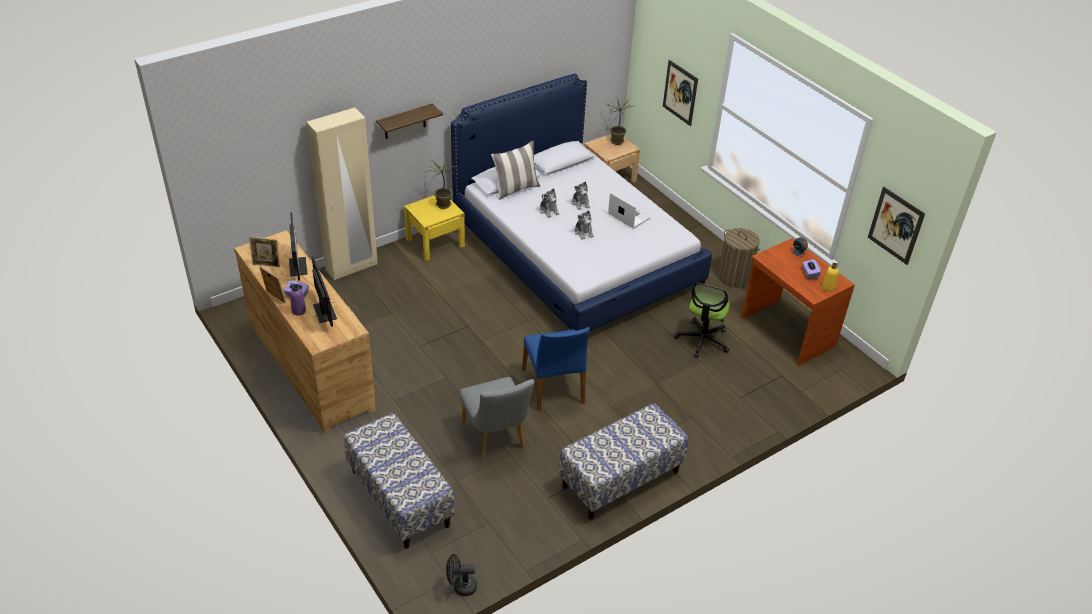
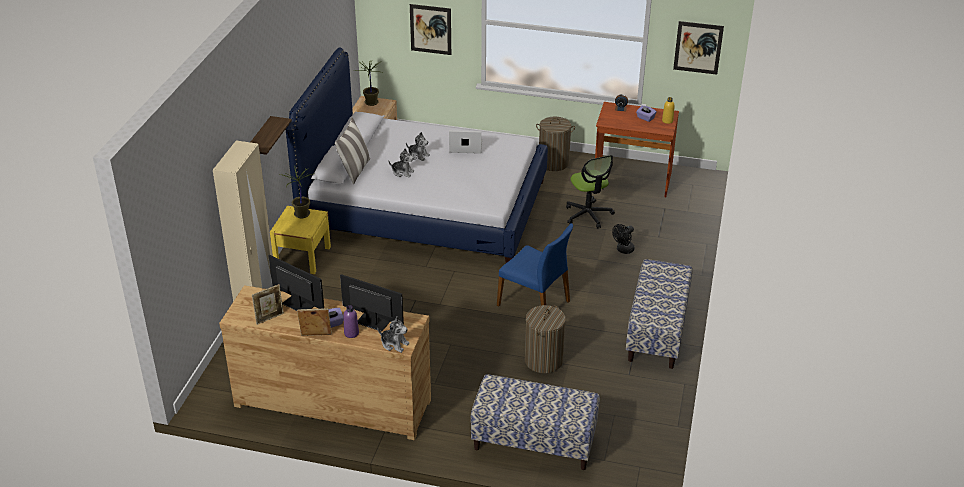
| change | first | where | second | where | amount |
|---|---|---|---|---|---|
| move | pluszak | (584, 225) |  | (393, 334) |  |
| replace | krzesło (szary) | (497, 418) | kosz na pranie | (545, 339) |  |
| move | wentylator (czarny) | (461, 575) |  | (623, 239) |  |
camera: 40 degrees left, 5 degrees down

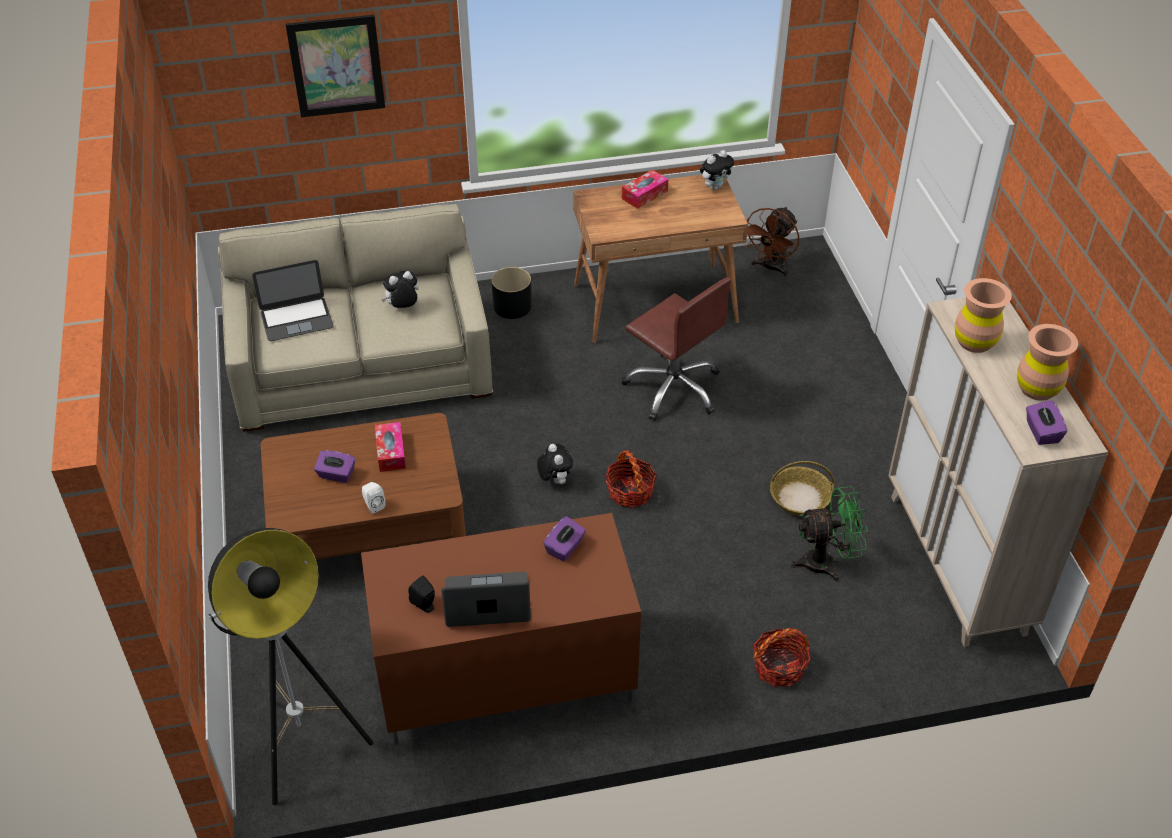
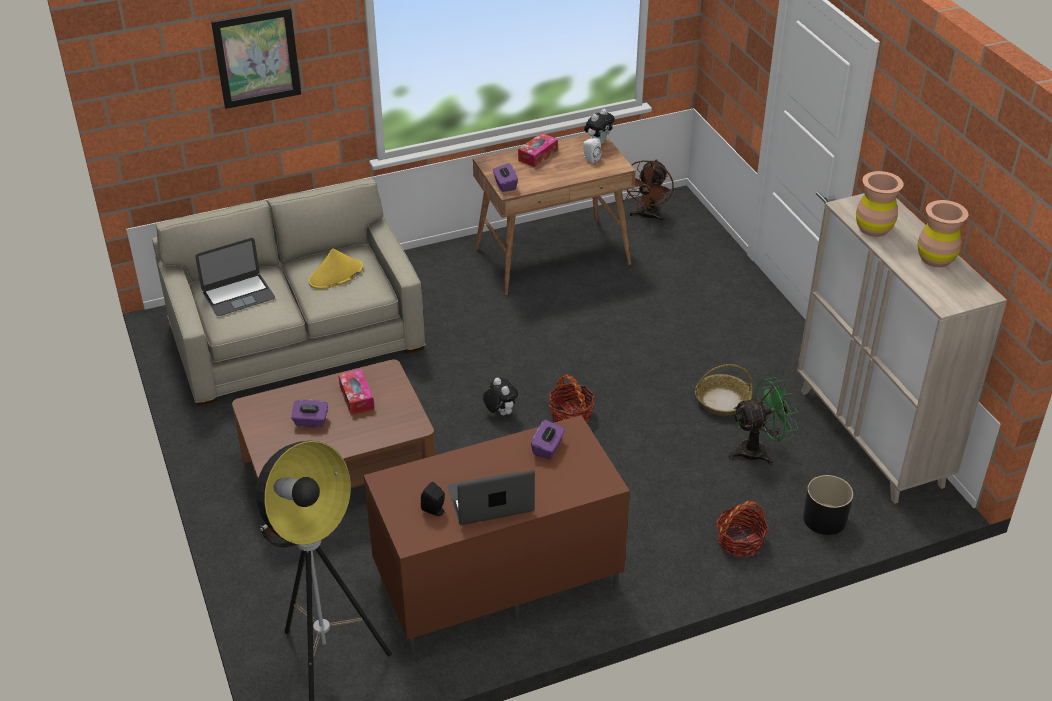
| change | first | where | second | where | amount |
|---|---|---|---|---|---|
| replace | pluszak | (400, 289) | kapelusz (żółty) | (335, 269) |  |
| move | pudełko chusteczek (fioletowy) | (1046, 422) |  | (505, 177) |  |
| move | głośnik (biały) | (374, 498) |  | (592, 150) |  |
| move | donica (czarny) | (511, 293) |  | (828, 505) |  |
| delete | krzesło biurowe (brązowy) | (676, 349) |  |  |  |
camera: 10 degrees left, 5 degrees down

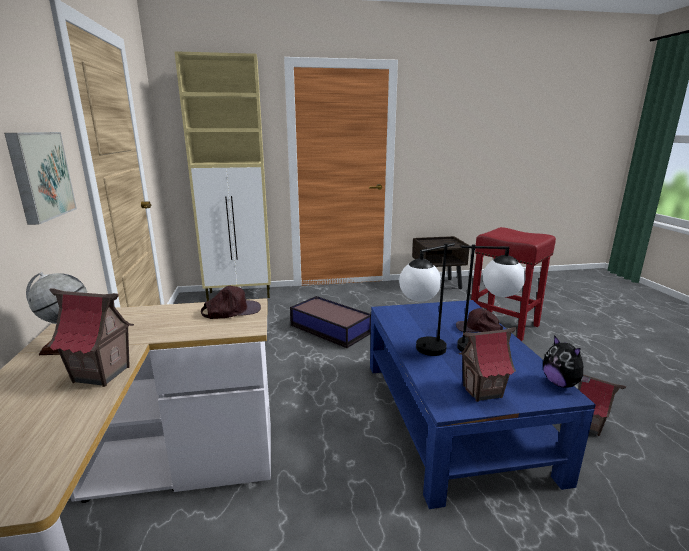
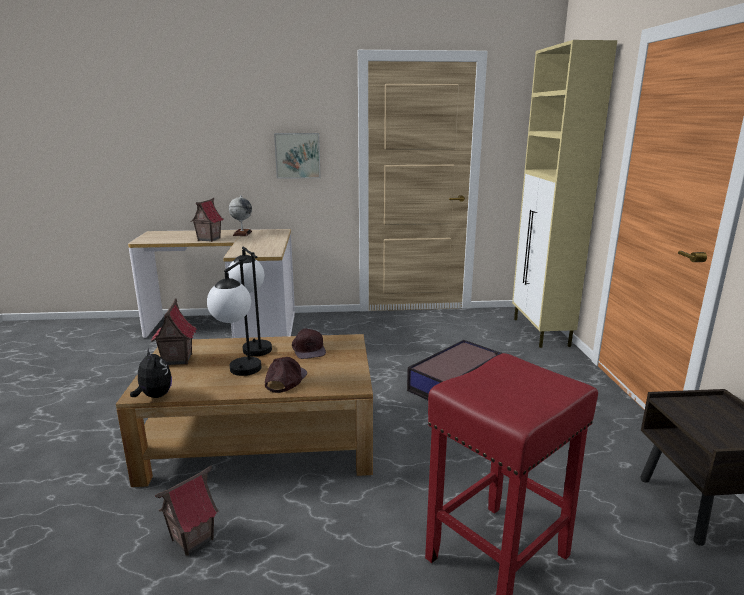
| change | first | where | second | where | amount |
|---|---|---|---|---|---|
| recolor | ława (niebieski) | (483, 404) | ława (brązowy) | (244, 410) |  |
| rotate | pluszak | (567, 361) |  | (151, 372) | 75 degrees clockwise |
| move | czapka z daszkiem (brązowy) | (231, 302) |  | (309, 343) |  |
camera: 95 degrees right, 0 degrees up

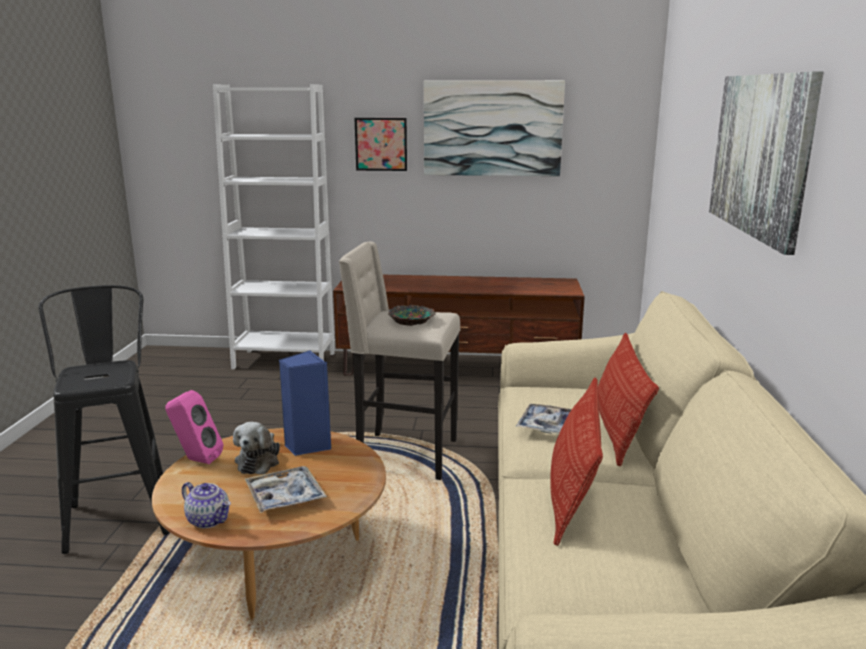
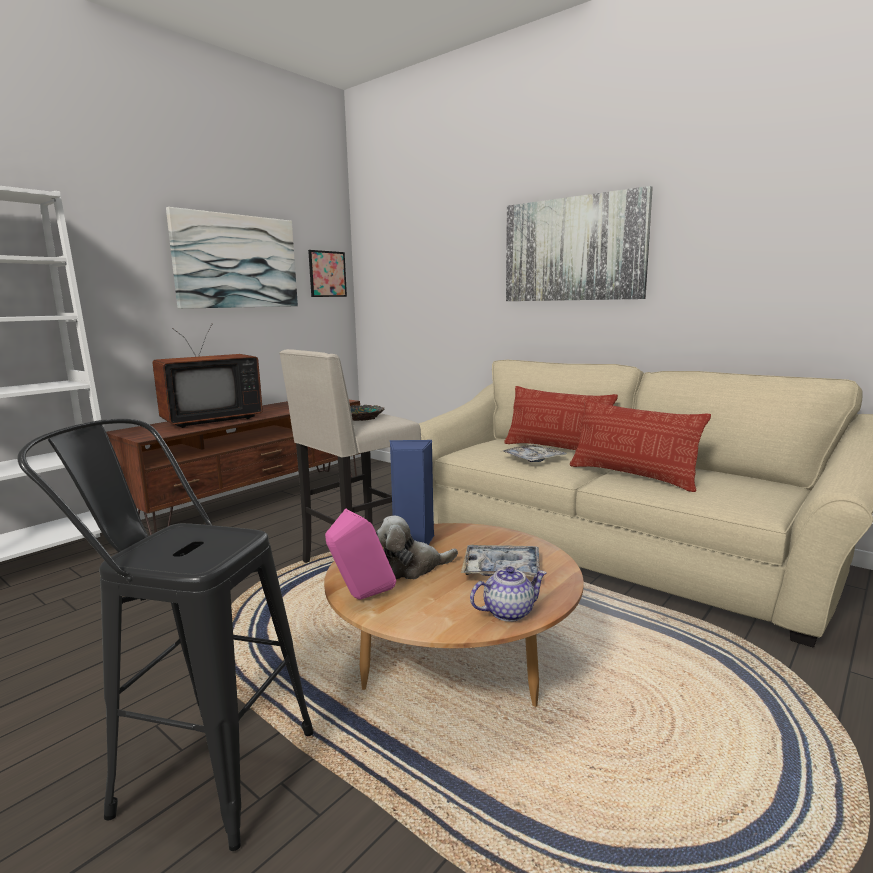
| change | first | where | second | where | amount |
|---|---|---|---|---|---|
| insert |  |  | telewizor | (208, 376) |  |
| move | obraz | (381, 144) |  | (327, 273) |  |
| rotate | pluszak | (256, 448) |  | (417, 547) | 120 degrees clockwise |
camera: 55 degrees left, 5 degrees down

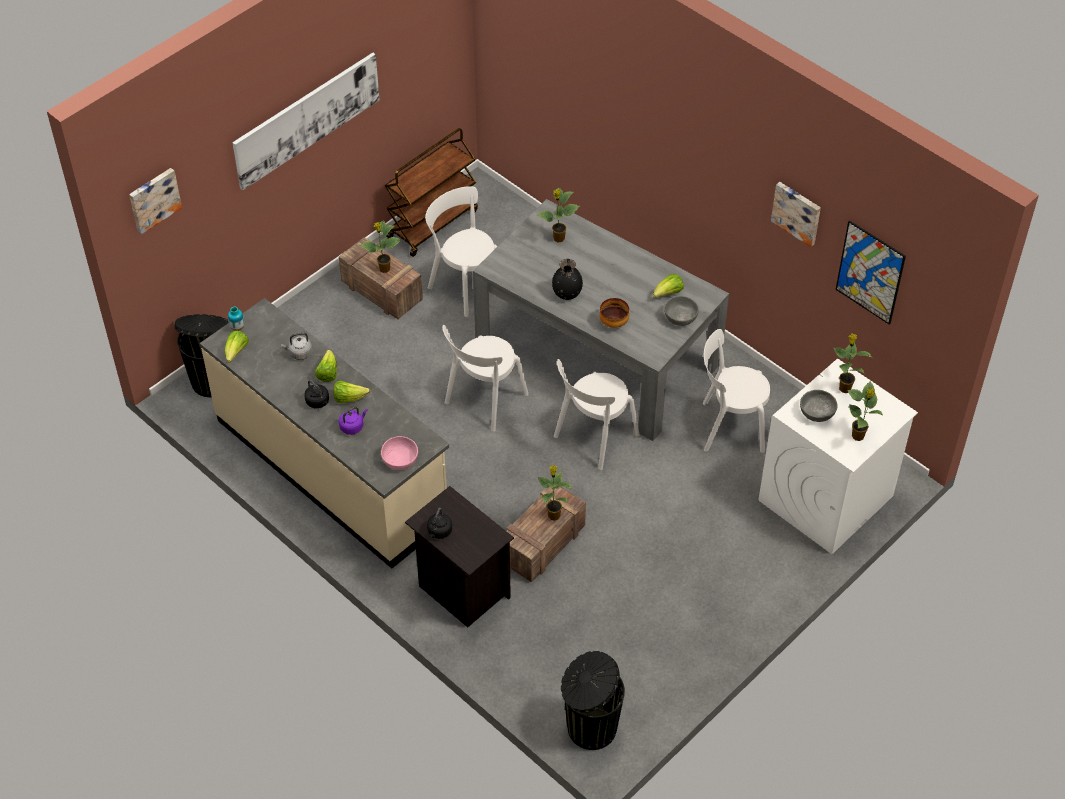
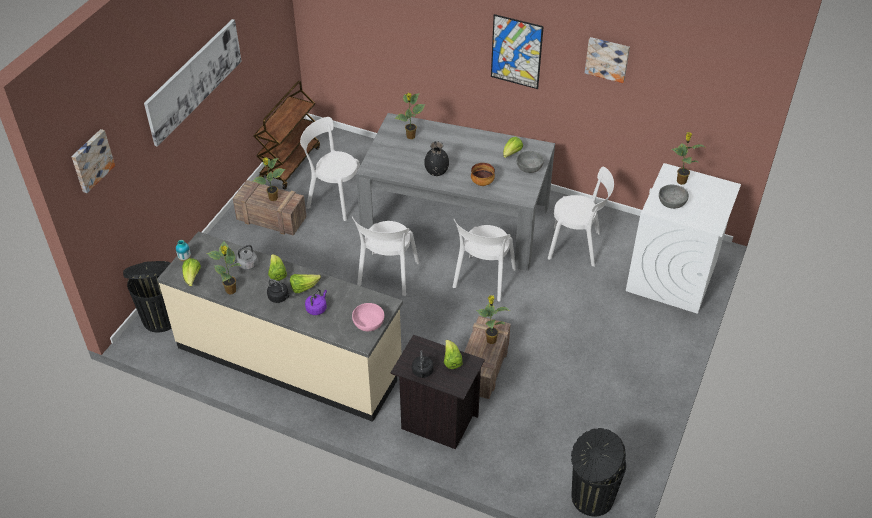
| change | first | where | second | where | amount |
|---|---|---|---|---|---|
| move | roślina doniczkowa | (865, 411) |  | (224, 267) |  |
| insert |  |  | sałata | (453, 354) |  |
| move | obraz | (870, 272) |  | (517, 51) |  |
| rotate | krzesło (biały) | (736, 391) |  | (581, 217) | 150 degrees counterclockwise |
camera: 20 degrees left, 5 degrees down

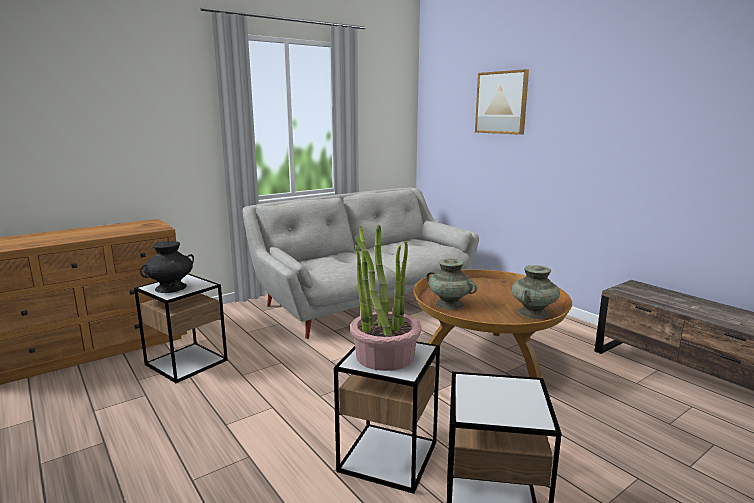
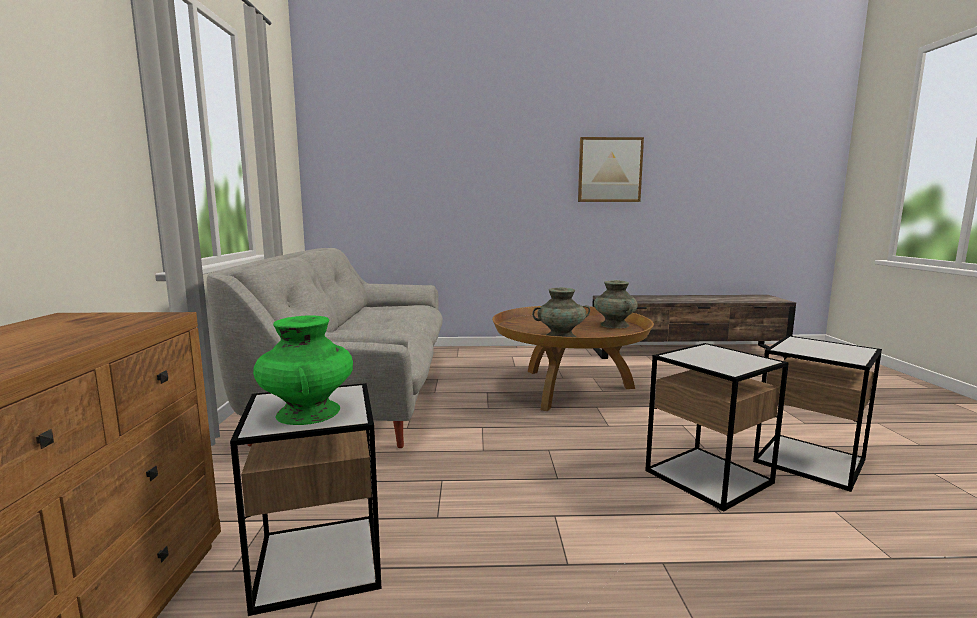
| change | first | where | second | where | amount |
|---|---|---|---|---|---|
| recolor | wazon (czarny) | (167, 267) | wazon (zielony) | (303, 370) |  |
| move | obraz | (502, 102) |  | (611, 169) |  |
| delete | roślina doniczkowa | (385, 298) |  |  |  |
camera: 55 degrees left, 5 degrees down

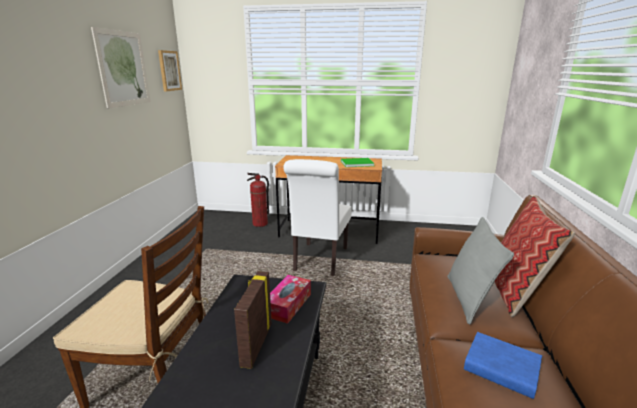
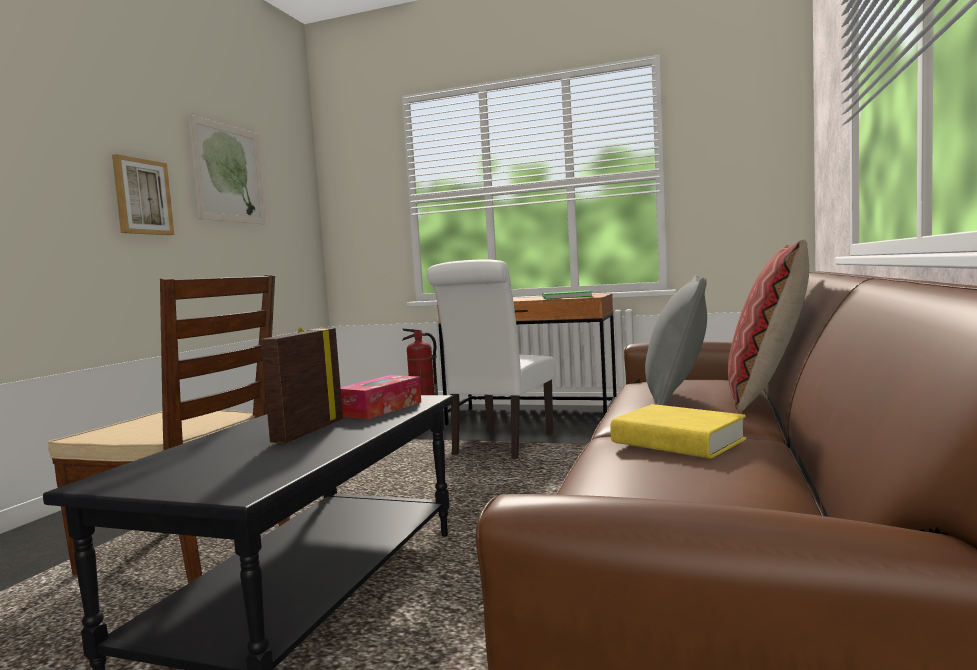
| change | first | where | second | where | amount |
|---|---|---|---|---|---|
| move | obraz | (170, 70) |  | (143, 194) |  |
| recolor | książka (niebieski) | (503, 365) | książka (żółty) | (678, 431) |  |
camera: 10 degrees right, 15 degrees down

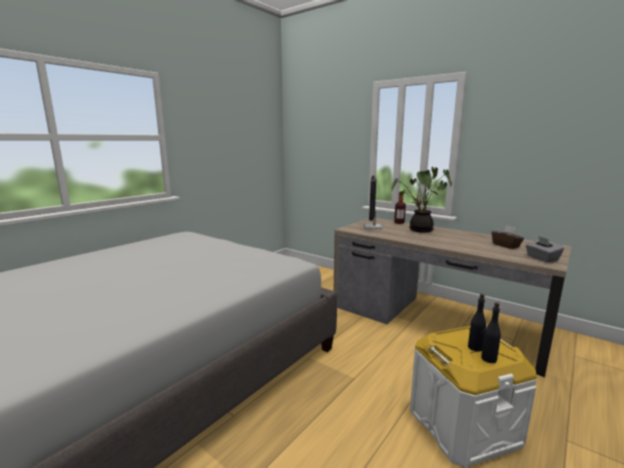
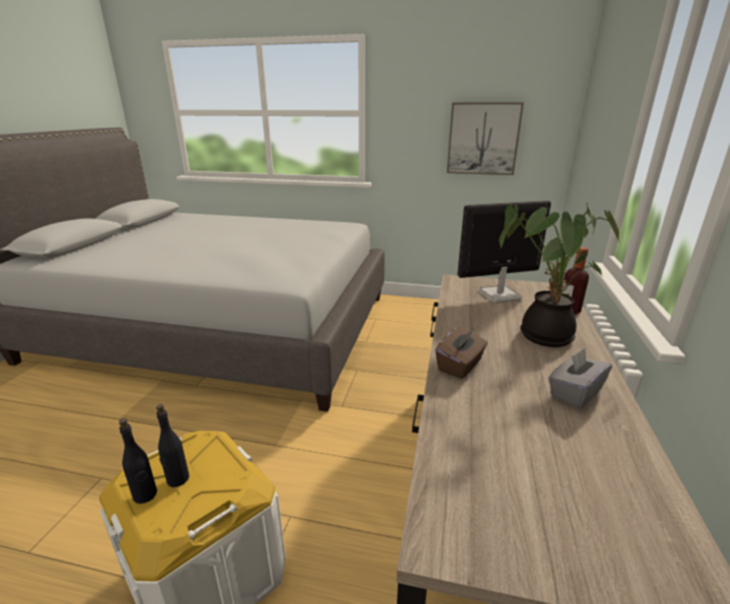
| change | first | where | second | where | amount |
|---|---|---|---|---|---|
| move | pudełko chusteczek (brązowy) | (508, 237) |  | (461, 353) |  |
| insert |  |  | obraz | (485, 139) |  |
| move | pudełko chusteczek (szary) | (545, 249) |  | (580, 378) |  |
camera: 65 degrees right, 10 degrees up

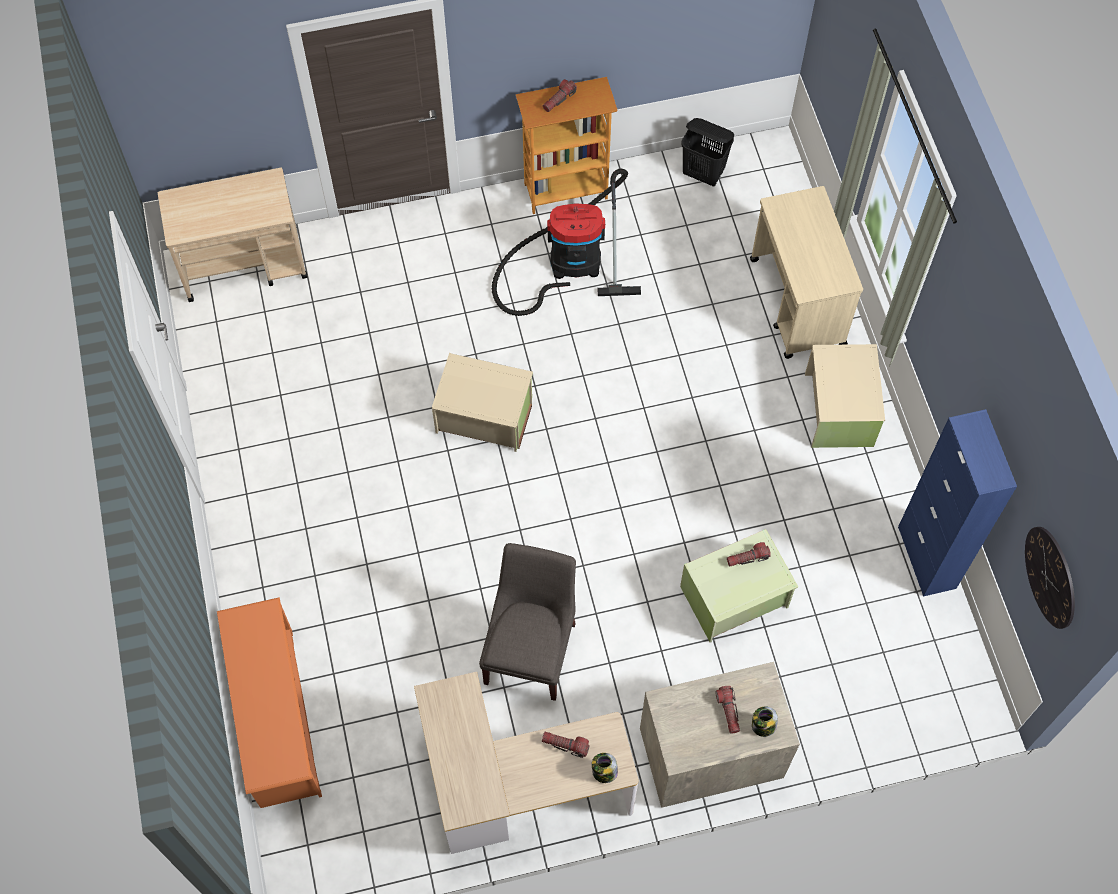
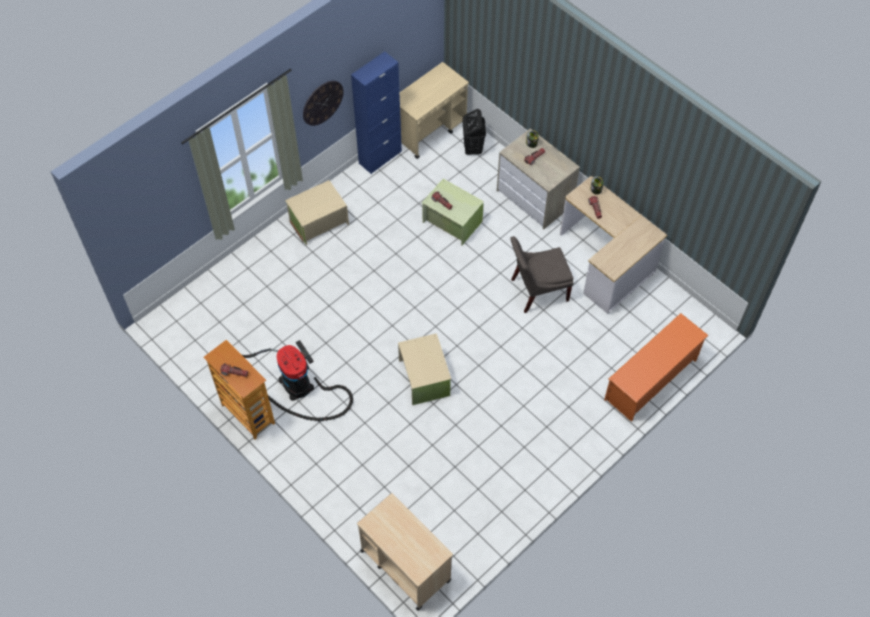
| change | first | where | second | where | amount |
|---|---|---|---|---|---|
| move | zegar ścienny | (1050, 578) |  | (323, 103) |  |
| move | wózek (beżowy) | (806, 272) |  | (434, 110) |  |
| move | kosz na pranie (czarny) | (707, 152) |  | (474, 132) |  |
camera: 120 degrees left, 5 degrees down

